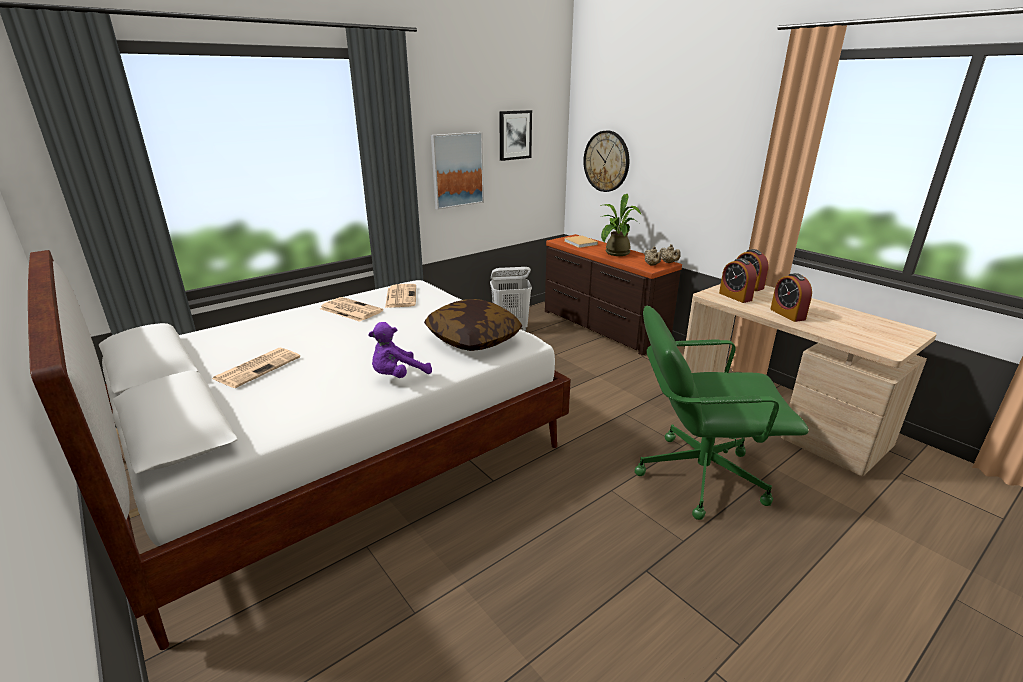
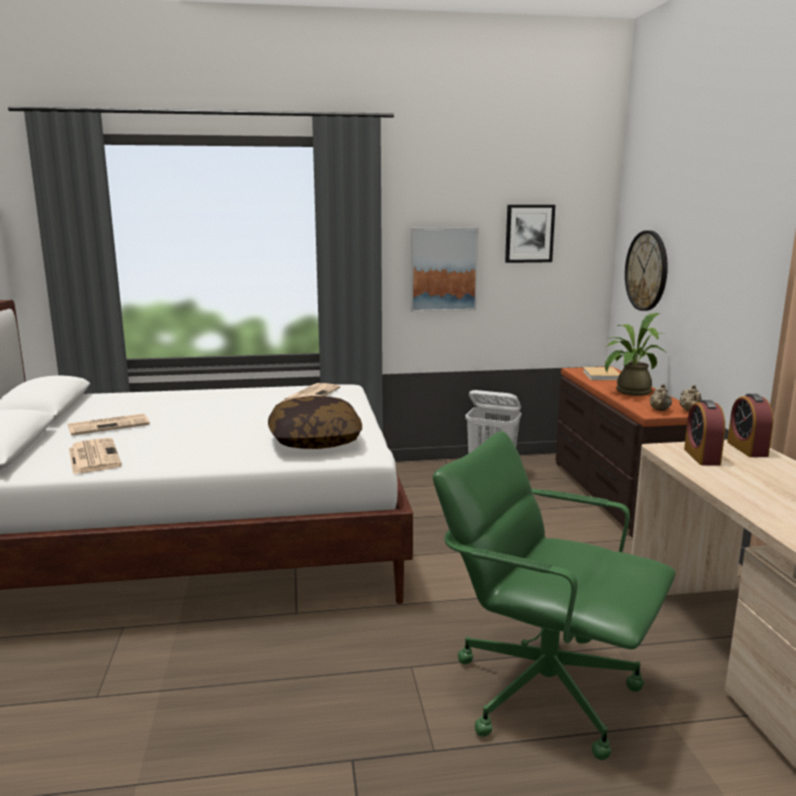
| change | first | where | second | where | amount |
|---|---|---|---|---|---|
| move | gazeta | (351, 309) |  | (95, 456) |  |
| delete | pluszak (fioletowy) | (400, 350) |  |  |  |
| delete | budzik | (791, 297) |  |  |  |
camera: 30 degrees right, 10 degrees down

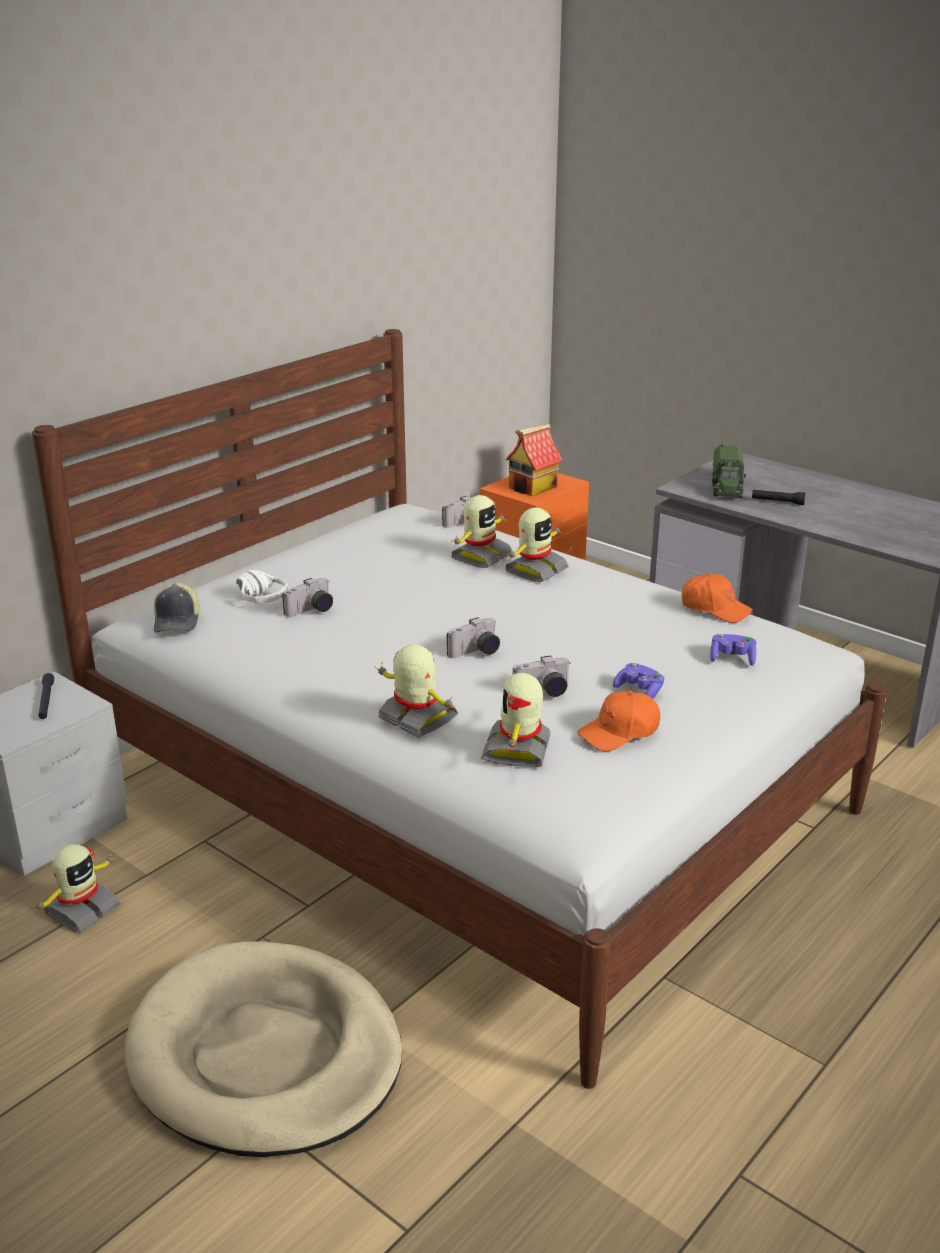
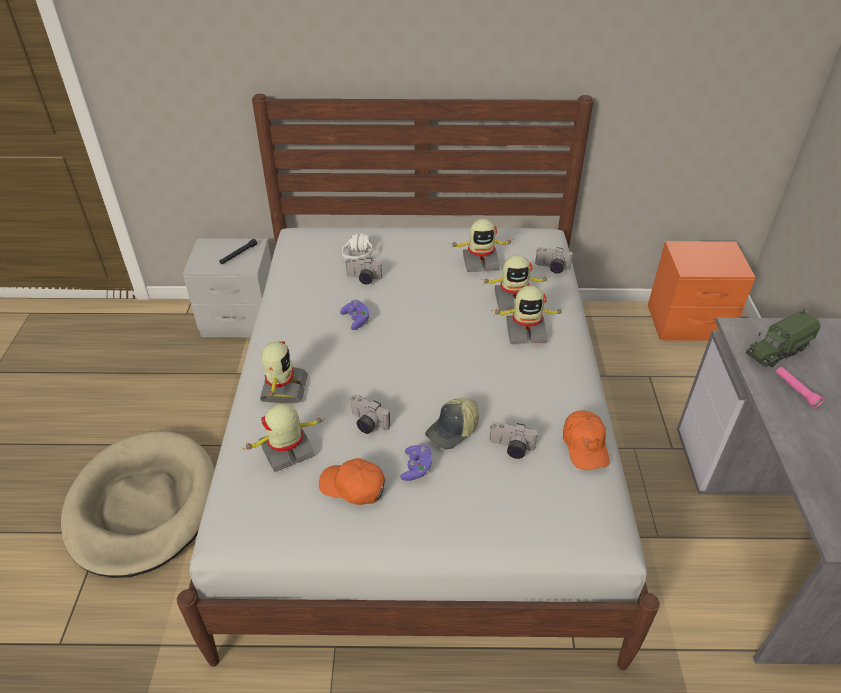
| change | first | where | second | where | amount |
|---|---|---|---|---|---|
| move | pad do gier (fioletowy) | (733, 650) |  | (355, 315) |  |
| move | czapka z daszkiem | (177, 608) |  | (452, 423) |  |
| move | robot zabawkowy | (77, 888) |  | (481, 245) |  |
| move | aparat fotograficzny | (473, 637) |  | (514, 440) |  |
| recolor | latarka (czarny) | (778, 497) | latarka (różowy) | (800, 387) |  |
| delete | domek | (534, 460) |  |  |  |
camera: 50 degrees right, 15 degrees up

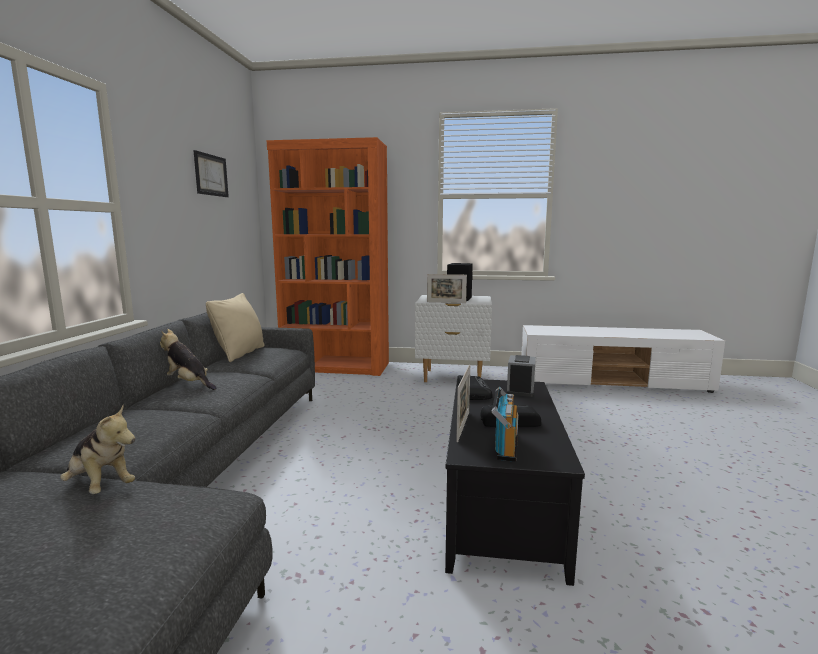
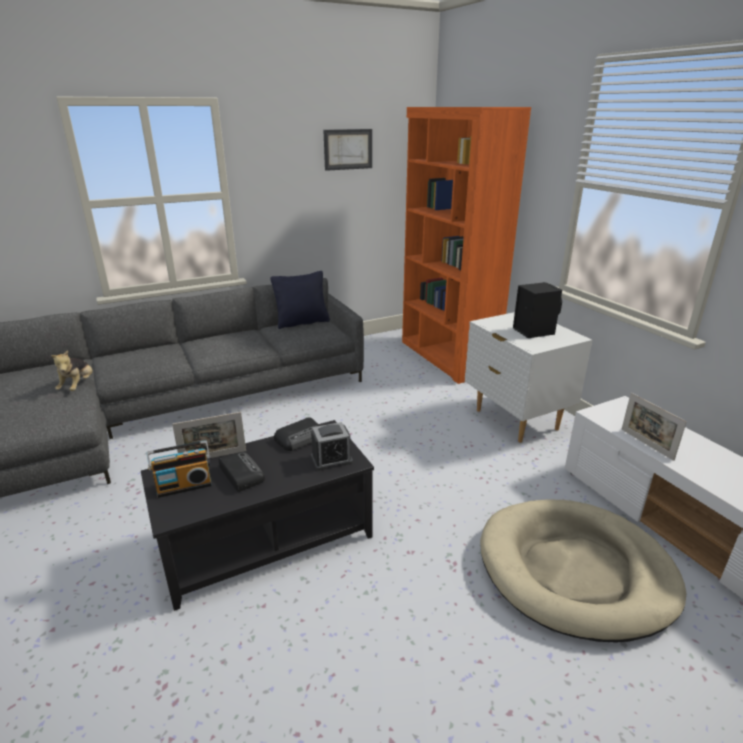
| change | first | where | second | where | amount |
|---|---|---|---|---|---|
| recolor | poduszka (beżowy) | (235, 327) | poduszka (czarny) | (300, 300) |  |
| insert |  |  | legowisko (beżowy) | (583, 571) |  |
| move | ramka na zdjęcie | (447, 288) |  | (654, 427) |  |
| delete | pluszak | (188, 359) |  |  |  |
camera: 55 degrees right, 15 degrees up

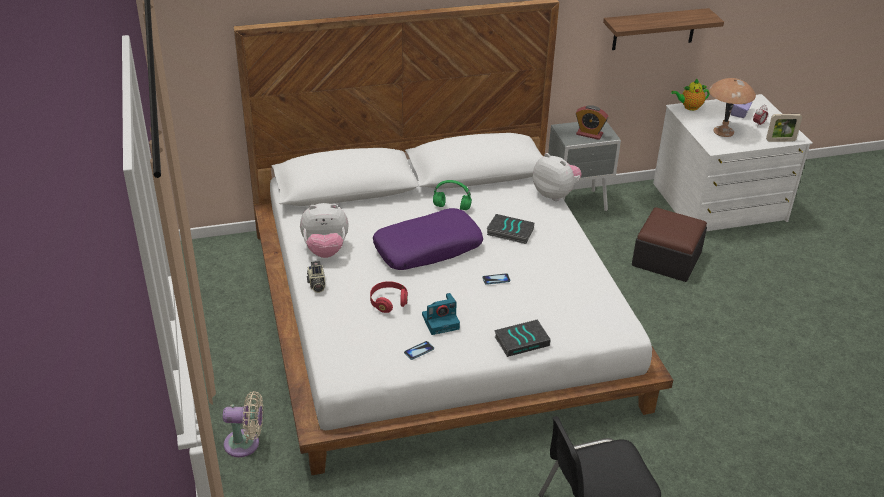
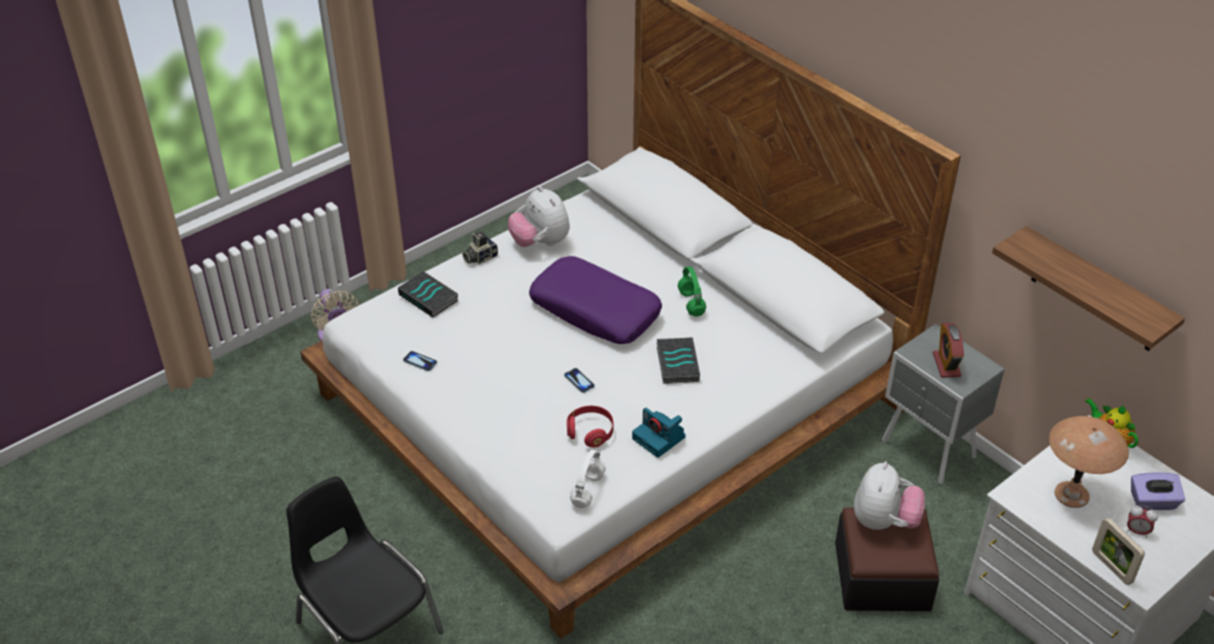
| change | first | where | second | where | amount |
|---|---|---|---|---|---|
| move | książka | (522, 338) |  | (428, 294) |  |
| move | słuchawki (czerwony) | (389, 297) |  | (590, 426) |  |
| insert |  |  | słuchawki (biały) | (588, 479) |  |
| move | aparat fotograficzny | (441, 314) |  | (659, 433) |  |
| move | pluszak | (557, 177) |  | (889, 495) |  |
camera: 65 degrees right, 5 degrees up

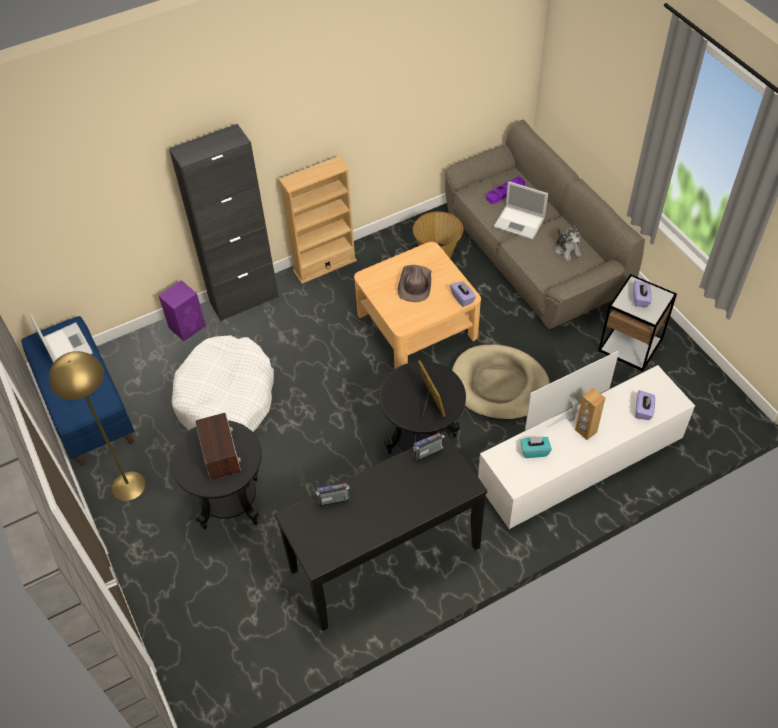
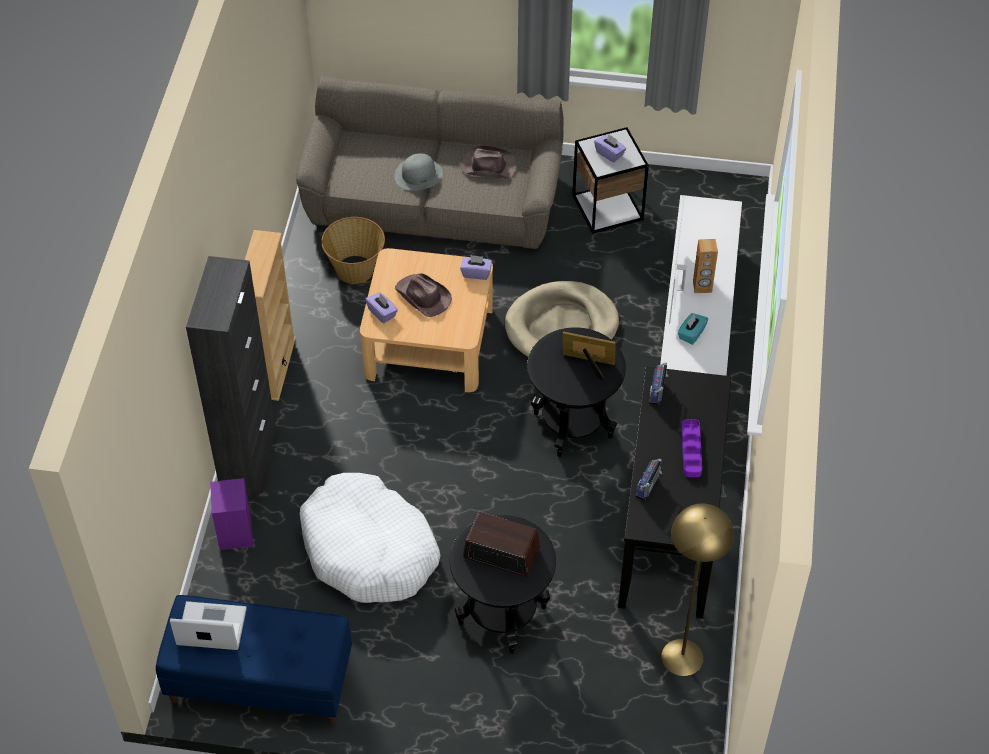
| change | first | where | second | where | amount |
|---|---|---|---|---|---|
| move | pudełko chusteczek (fioletowy) | (645, 405) |  | (381, 307) |  |
| replace | laptop | (521, 210) | kapelusz (szary) | (418, 172) |  |
| replace | pluszak | (568, 243) | kapelusz (brązowy) | (489, 162) |  |
| move | lampa stojąca (żółty) | (97, 426) |  | (697, 590) |  |
| move | taca (fioletowy) | (505, 190) |  | (692, 448) |  |
camera: 55 degrees left, 0 degrees up

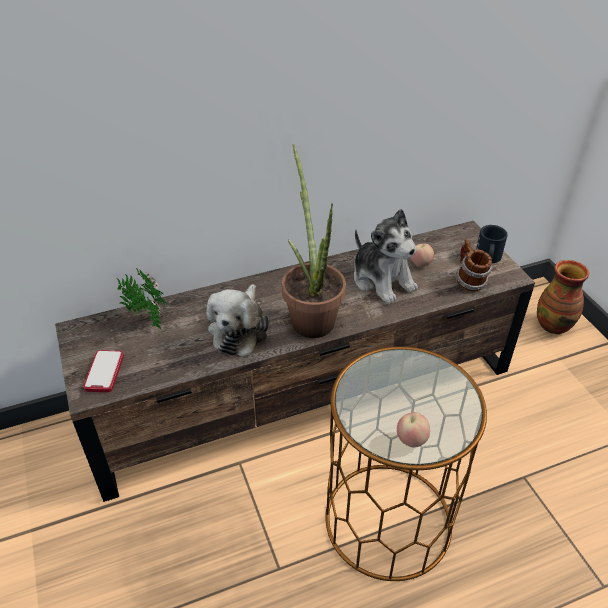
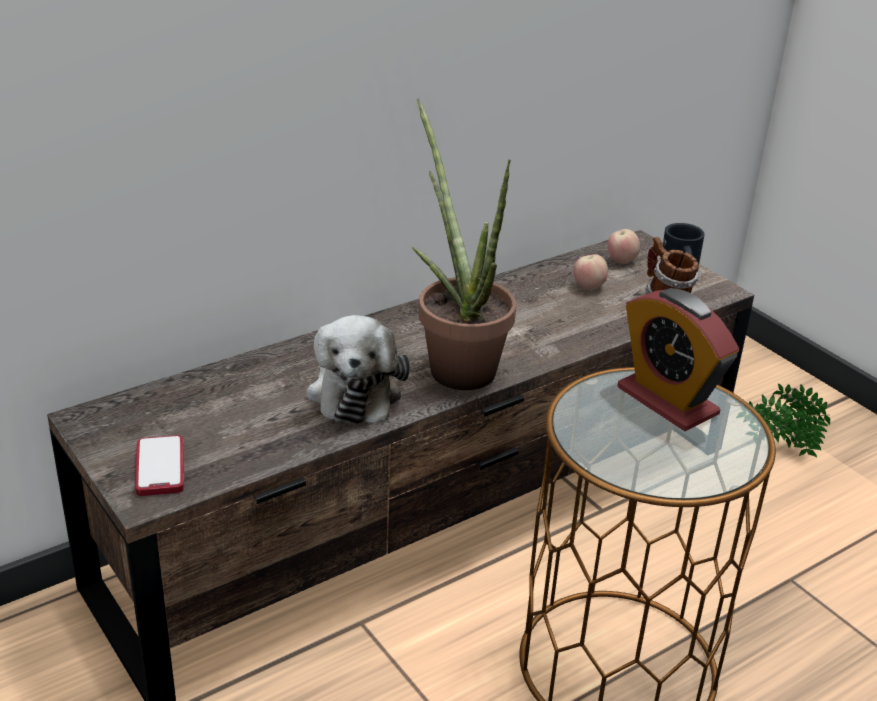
| change | first | where | second | where | amount |
|---|---|---|---|---|---|
| move | jabłko | (413, 430) |  | (623, 246) |  |
| insert |  |  | budzik | (678, 359) |  |
| move | roślina doniczkowa | (142, 298) |  | (789, 420) |  |
| delete | pluszak | (386, 256) |  |  |  |
| delete | wazon | (563, 297) |  |  |  |
camera: 15 degrees left, 10 degrees down

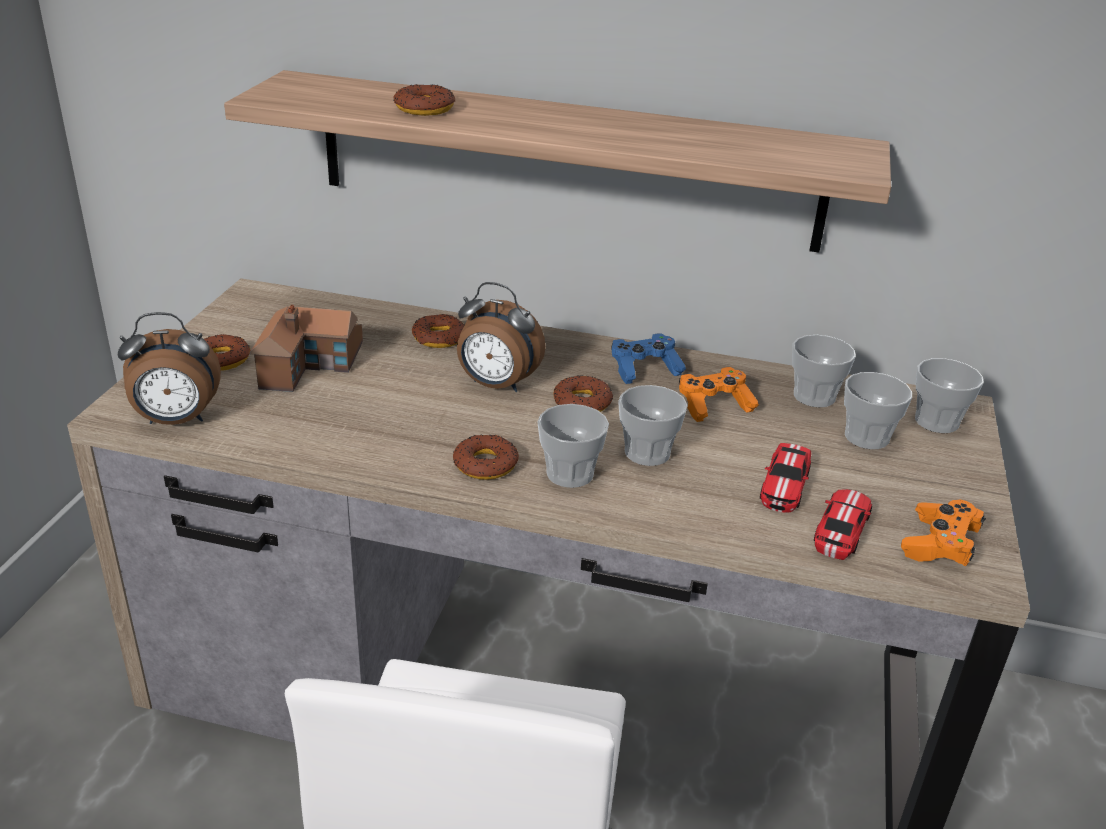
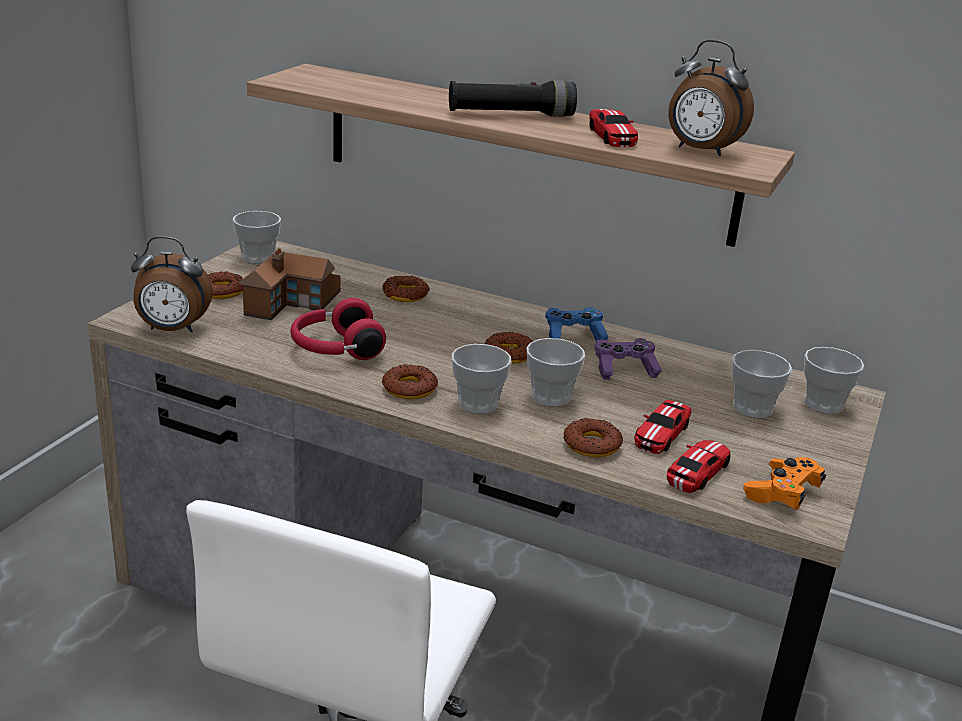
| change | first | where | second | where | amount |
|---|---|---|---|---|---|
| move | filiżanka | (824, 371) |  | (257, 237) |  |
| insert |  |  | słuchawki (czerwony) | (338, 329) |  |
| insert |  |  | latarka (czarny) | (513, 98) |  |
| move | donut | (424, 100) |  | (593, 438) |  |
| insert |  |  | samochodzik | (614, 128) |  |
| recolor | pad do gier (pomarańczowy) | (719, 394) | pad do gier (fioletowy) | (628, 359) |  |
| move | budzik | (501, 337) |  | (711, 98) |  |
camera: 10 degrees right, 5 degrees down

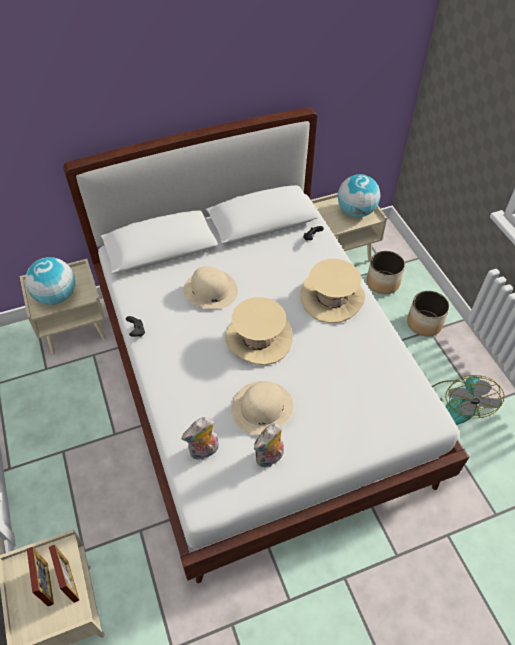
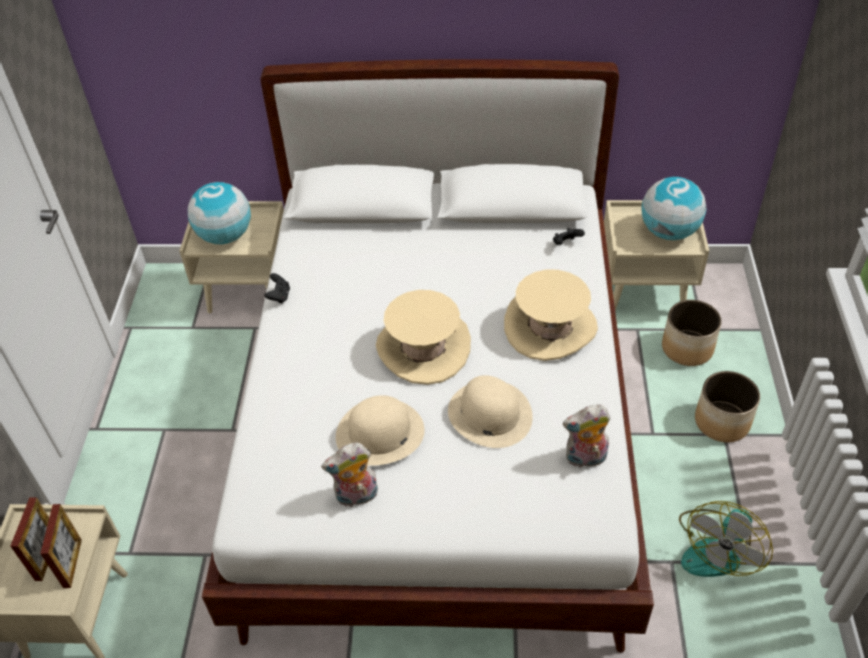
| change | first | where | second | where | amount |
|---|---|---|---|---|---|
| move | kapelusz (beżowy) | (210, 287) |  | (490, 411) |  |
| move | pluszak | (200, 438) |  | (587, 436) |  |
camera: 25 degrees right, 5 degrees down

